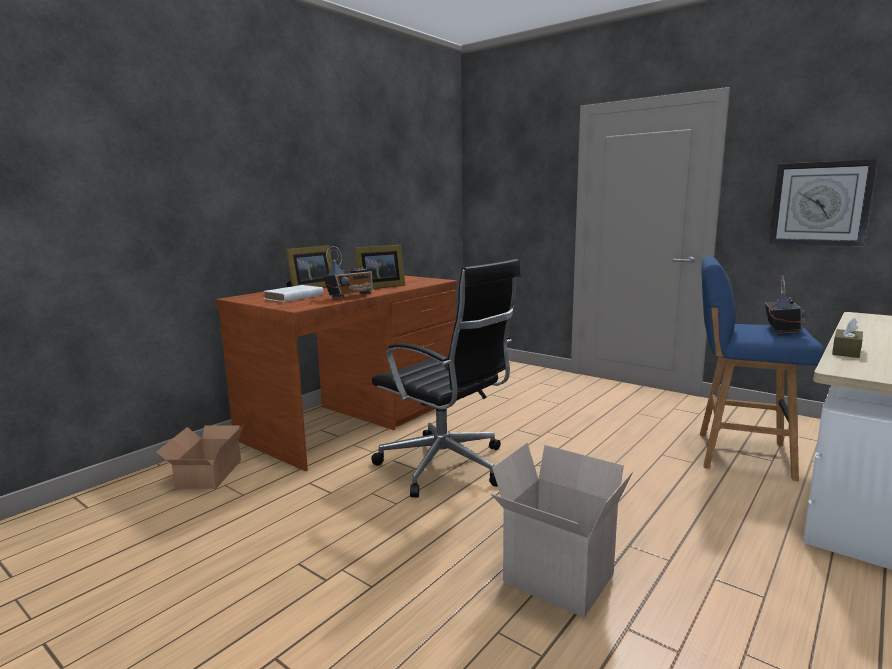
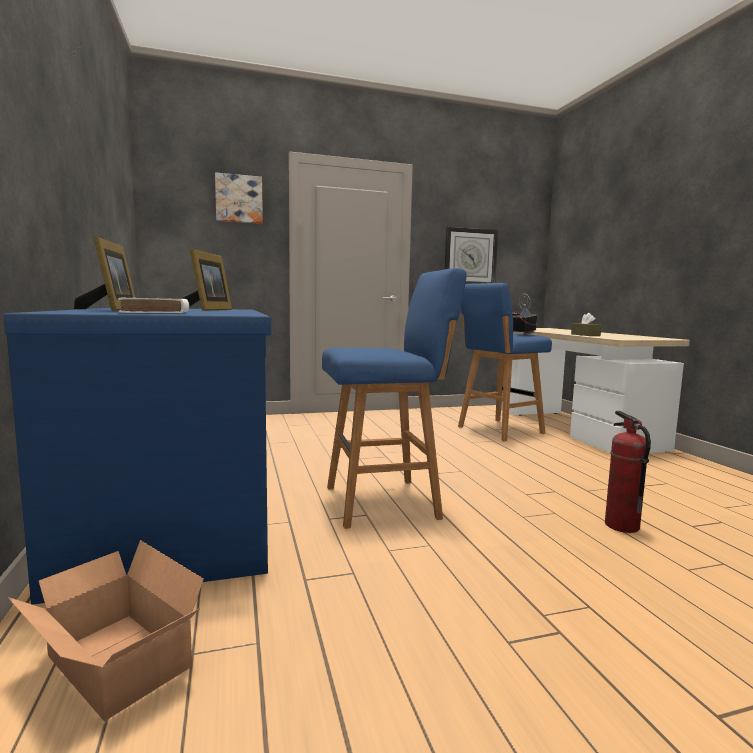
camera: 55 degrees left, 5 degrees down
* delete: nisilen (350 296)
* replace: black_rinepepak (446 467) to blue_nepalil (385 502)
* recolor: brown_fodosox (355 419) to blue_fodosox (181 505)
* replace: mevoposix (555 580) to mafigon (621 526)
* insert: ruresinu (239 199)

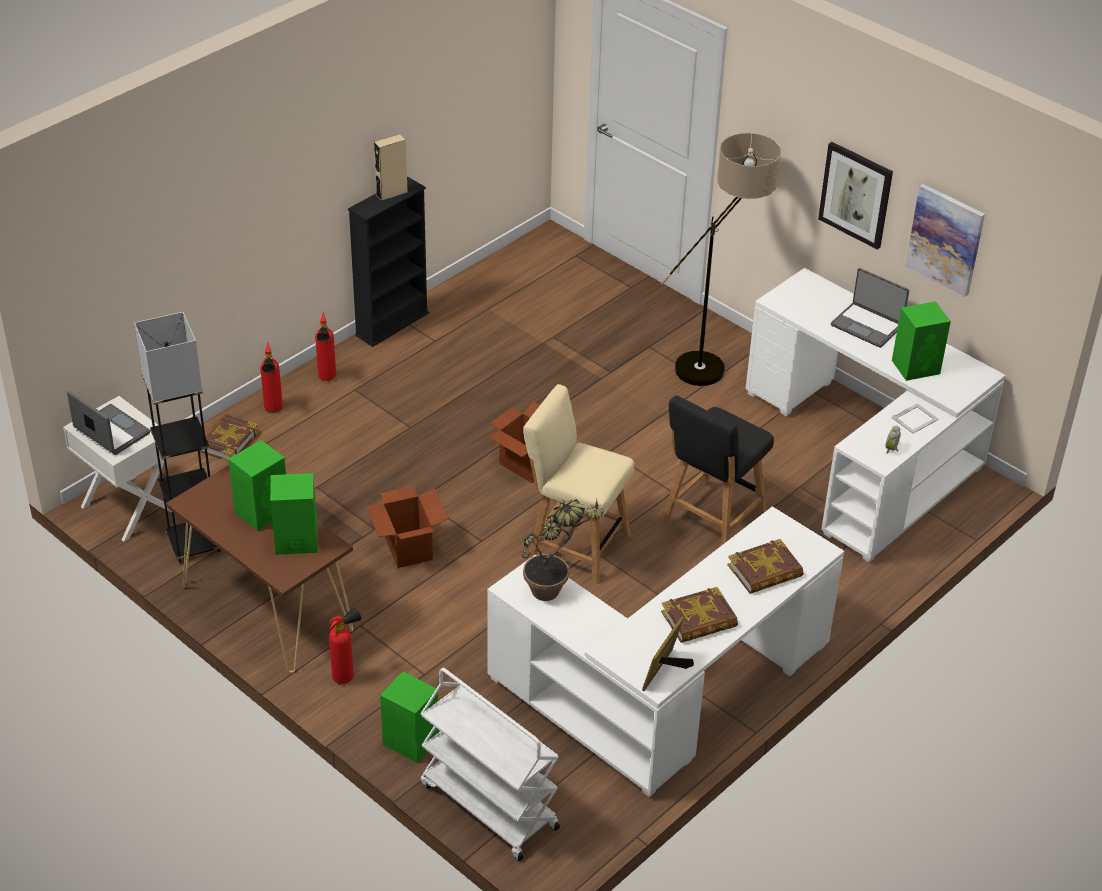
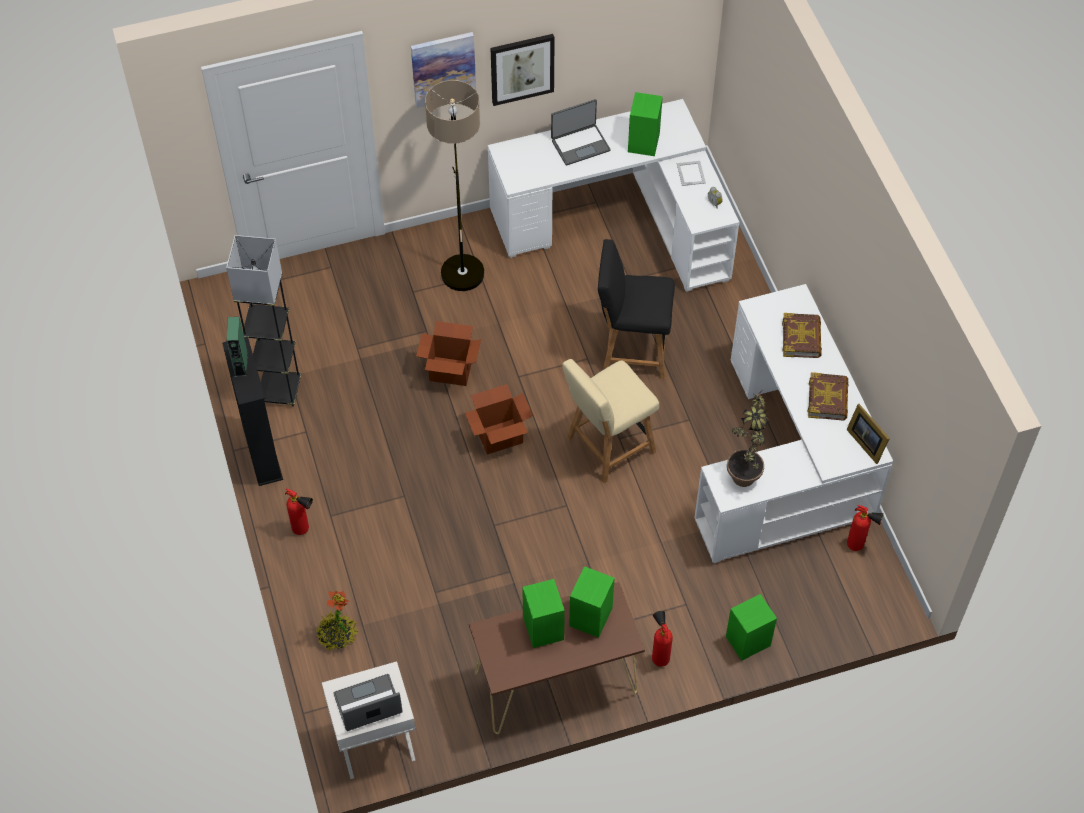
camera: 60 degrees left, 15 degrees up
* recolor: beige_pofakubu (391 194) to green_pofakubu (241 364)
* move: ruresinu (945 239) to (443 68)
* move: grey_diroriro (194 543) to (279 390)
* move: mafigon (273 411) to (859 546)
* rotate: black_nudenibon (711 520) = (631 350) 120 degrees clockwise
* replace: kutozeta (227 441) to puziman (337 635)
* move: mevoposix (408 548) to (450 371)
* delete: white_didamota (488 806)

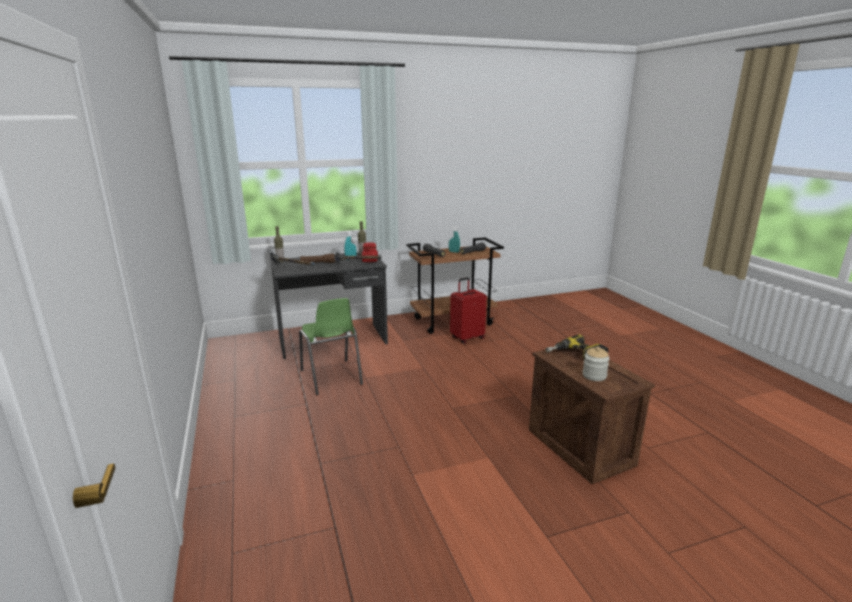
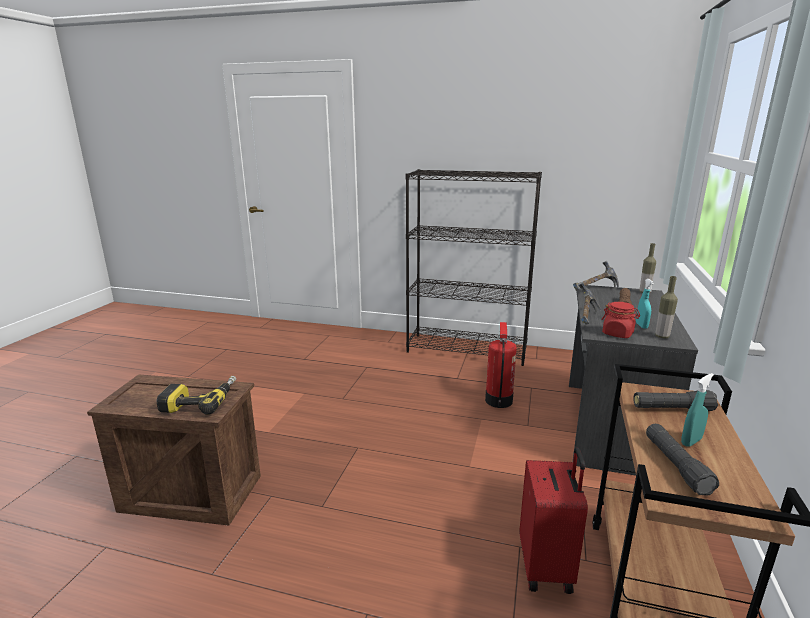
camera: 125 degrees right, 0 degrees up
* replace: green_nudenibon (331 377) to mafigon (498 400)
* delete: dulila (594 376)
* insert: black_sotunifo (467 349)

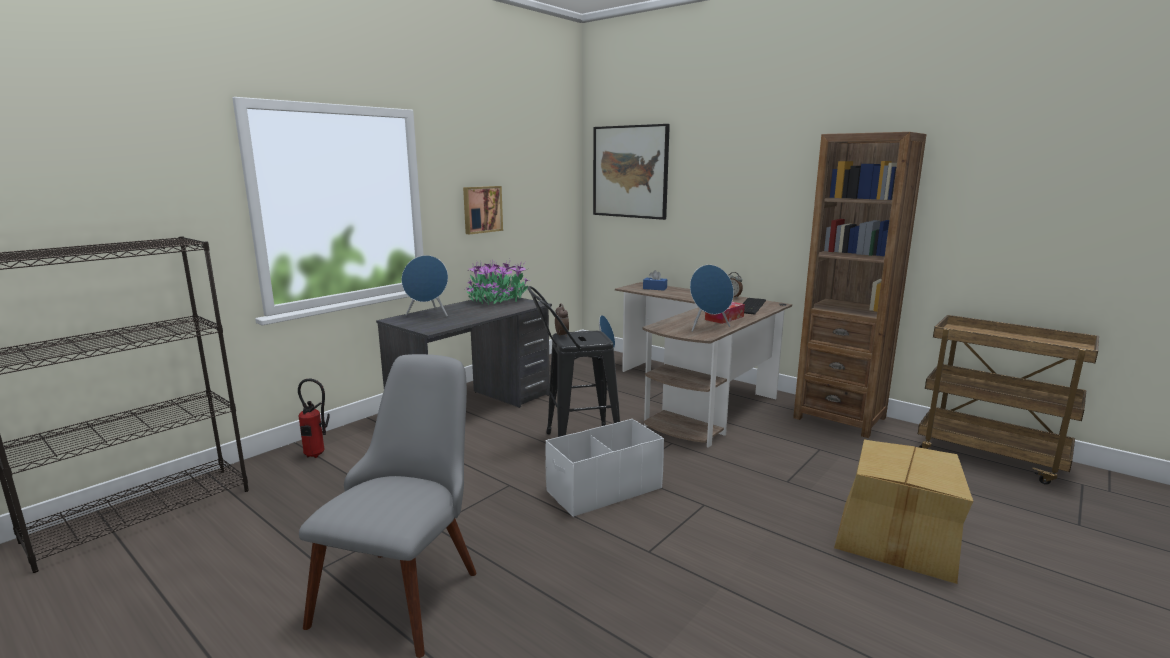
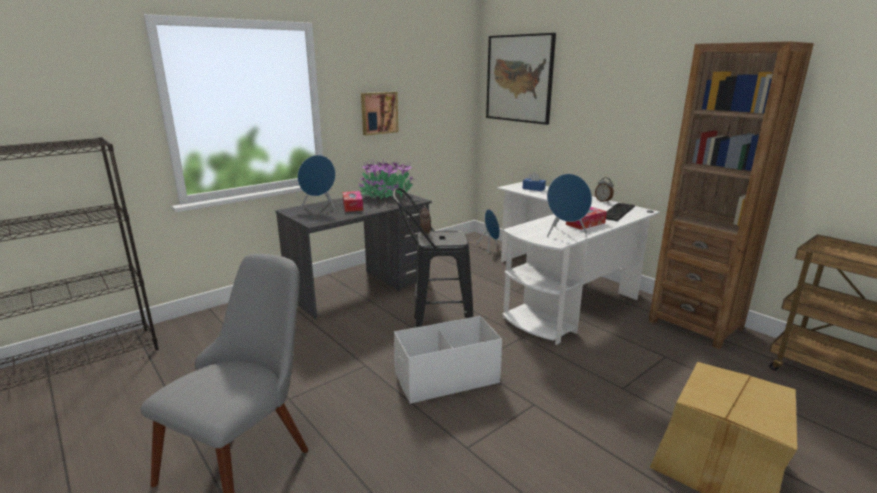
camera: 10 degrees right, 5 degrees up
* recolor: brown_fodosox (697 396) to white_fodosox (562 291)
* delete: mafigon (317 455)
* insert: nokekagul (352 206)

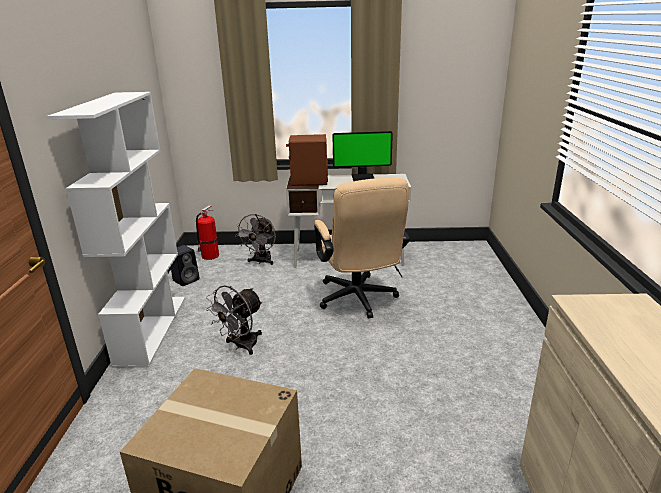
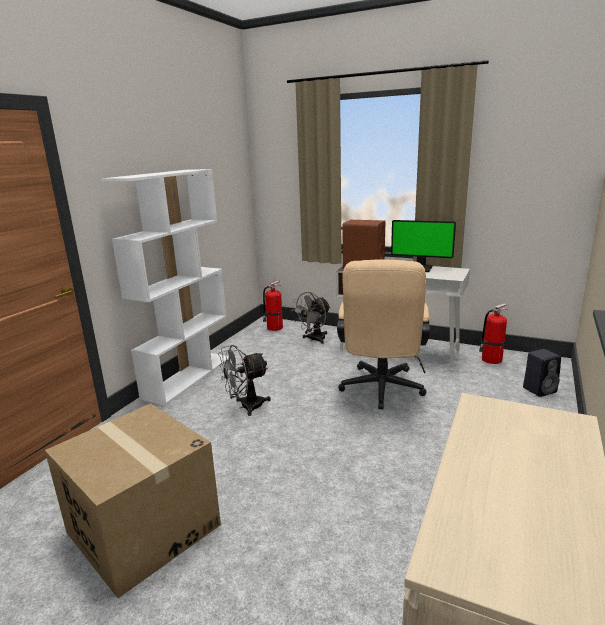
camera: 25 degrees right, 5 degrees down
* move: black_pofakubu (186 280) to (540 389)
* insert: mafigon (490 359)

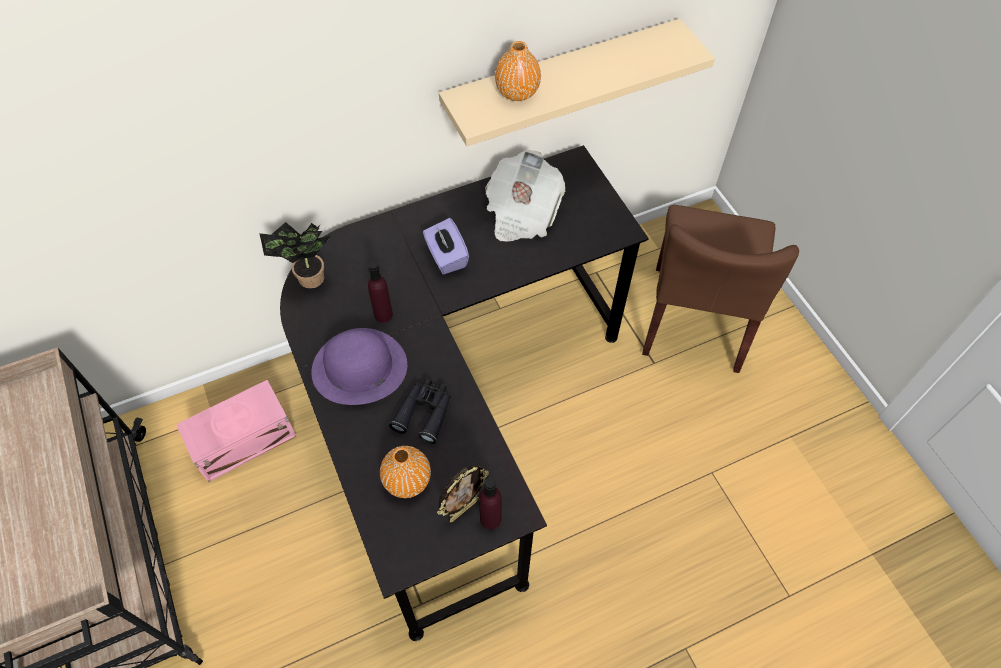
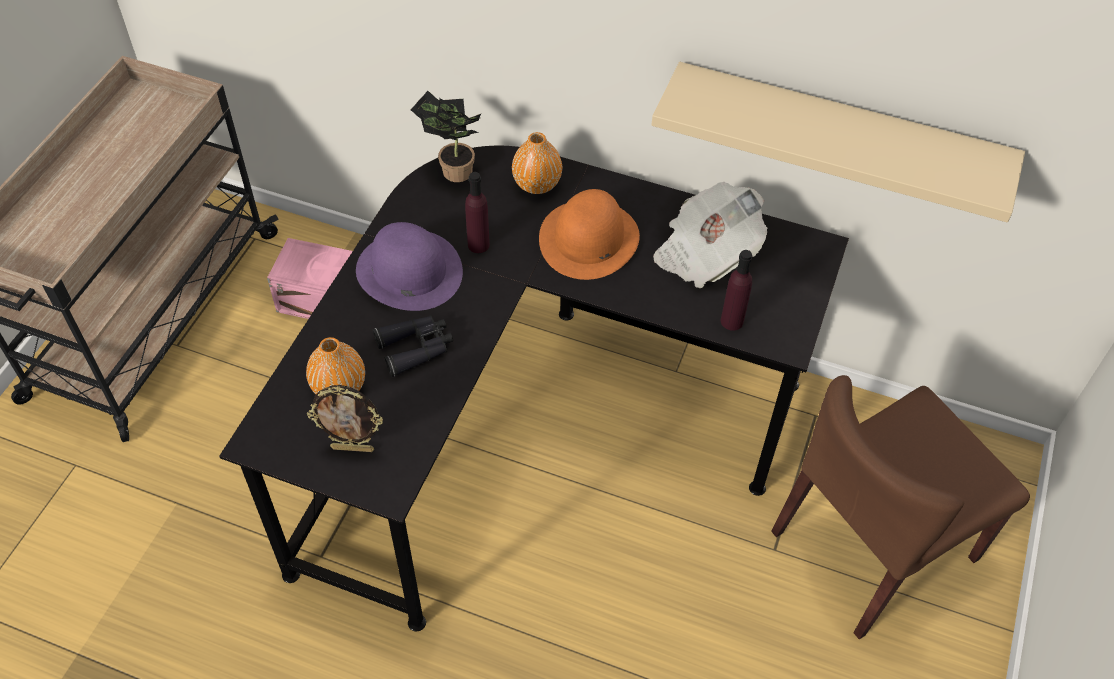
camera: 45 degrees right, 5 degrees down
* move: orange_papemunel (517 92) to (537 184)
* replace: purple_nokekagul (446 257) to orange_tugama (589 239)
* move: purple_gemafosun (490 518) to (732 321)

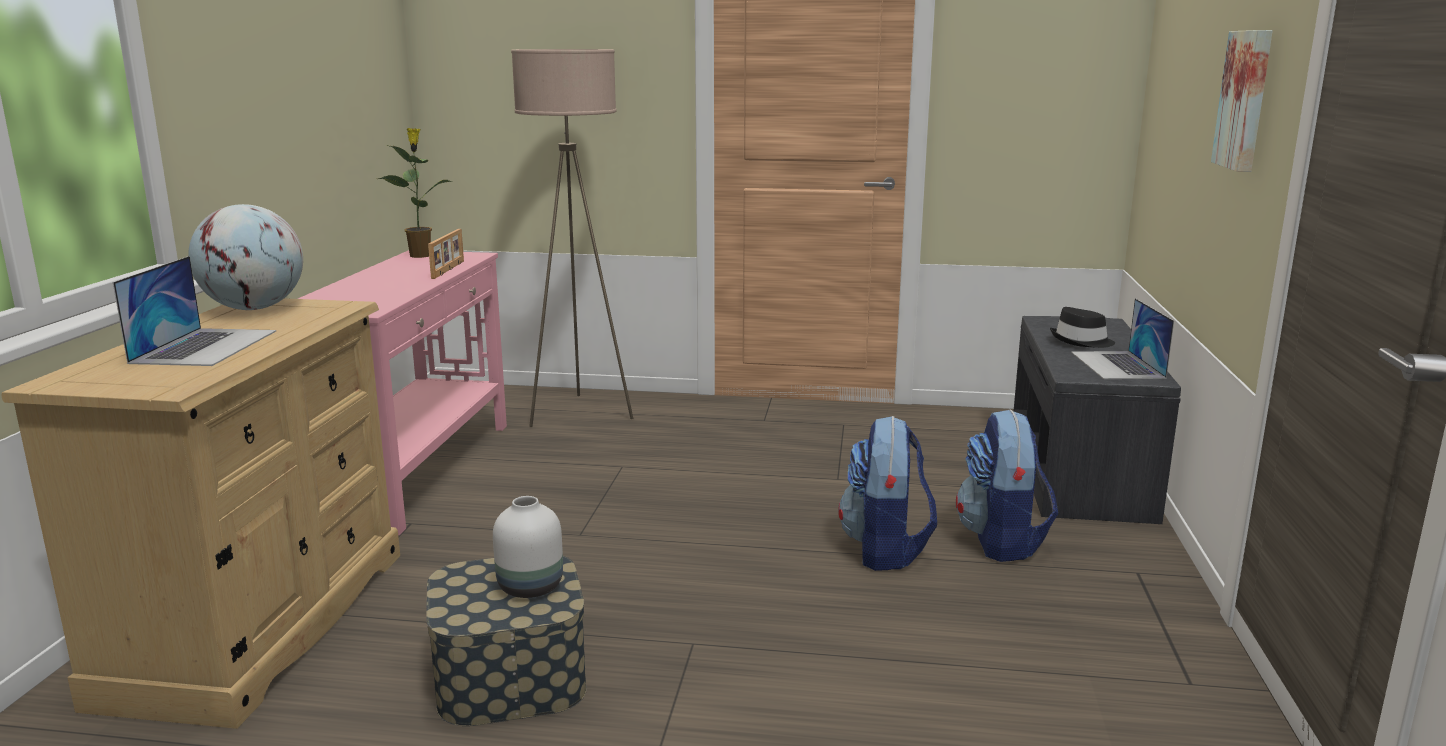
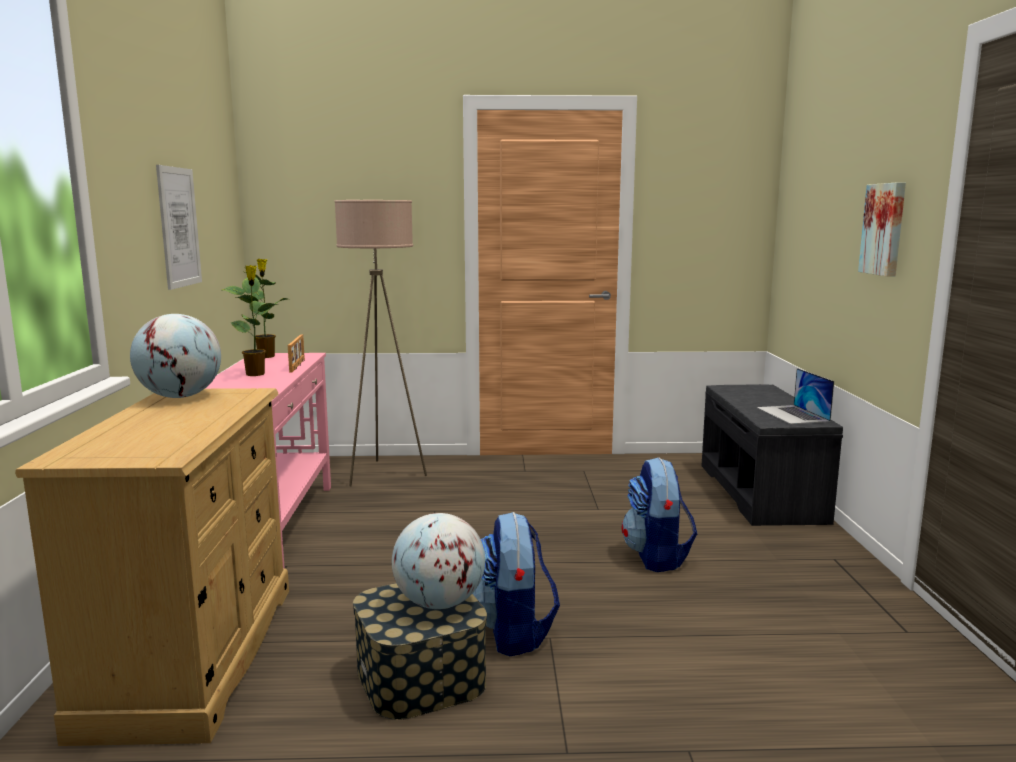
camera: 10 degrees left, 5 degrees down
* delete: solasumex (205 346)
* delete: black_tugama (1081 341)
* move: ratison (1002 541) to (514 633)
* replace: white_papemunel (531 588) to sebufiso (439 603)
* insert: ruresinu (179 227)
* insert: puziman (256 374)

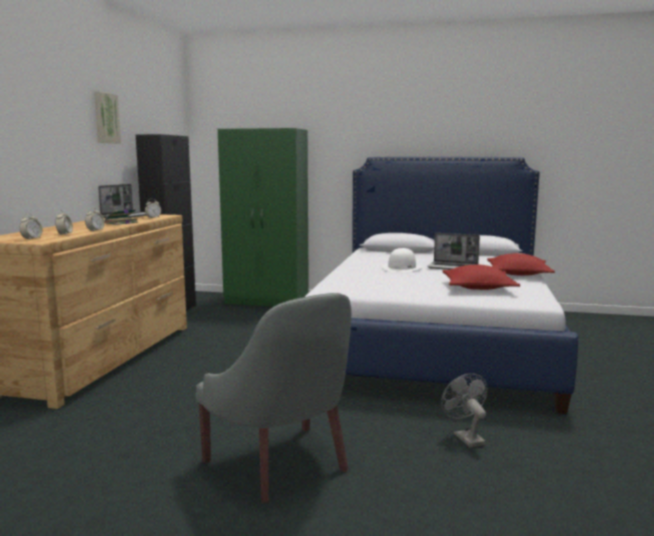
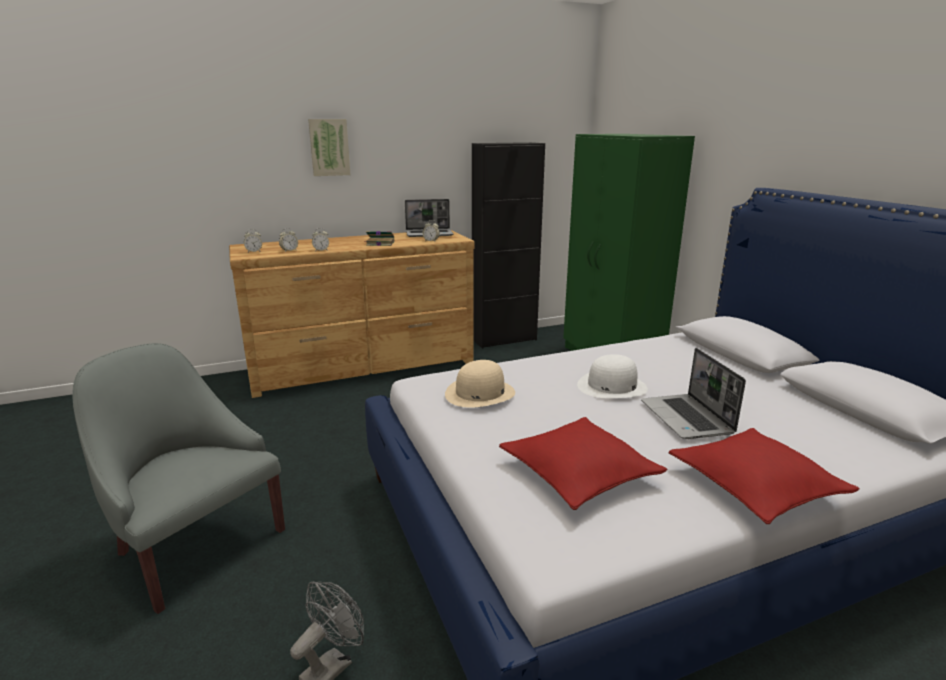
camera: 55 degrees right, 10 degrees up
* move: ruresinu (105 118) to (329 147)
* rotate: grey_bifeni (282 464) = (195 544) 105 degrees clockwise
* insert: beige_tugama (480 393)

